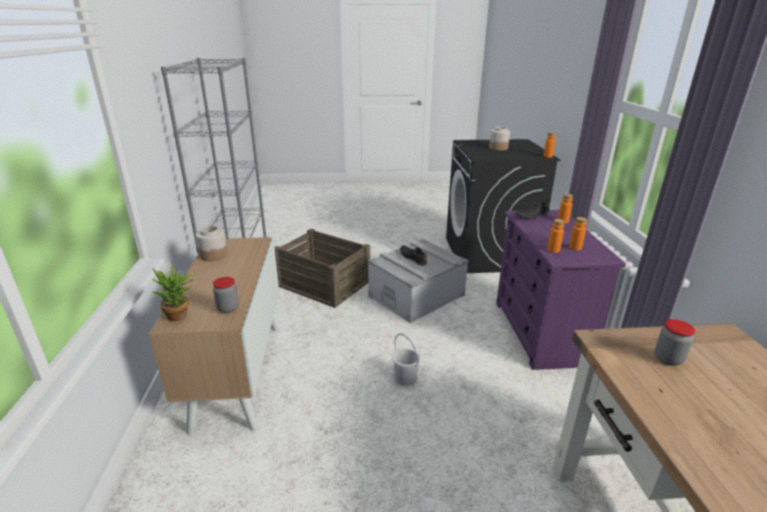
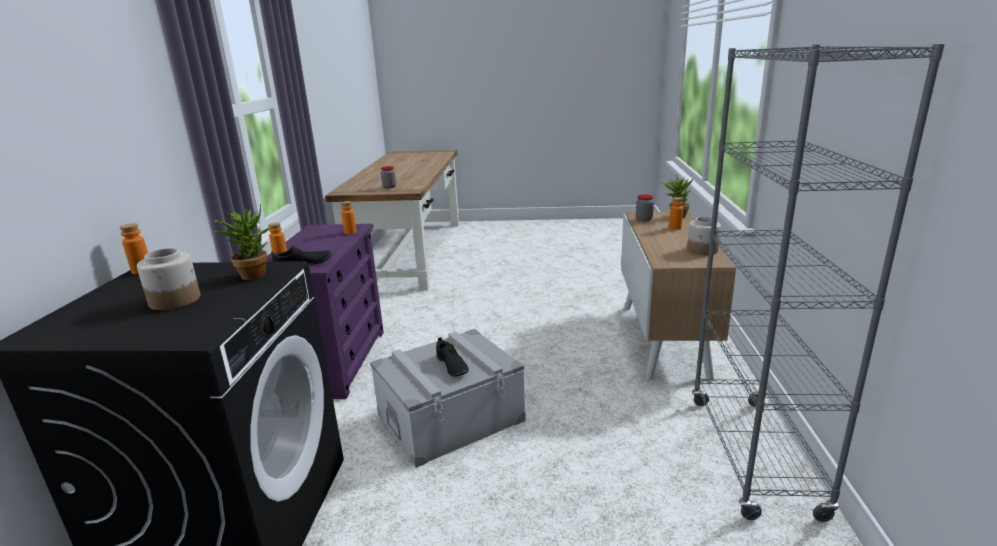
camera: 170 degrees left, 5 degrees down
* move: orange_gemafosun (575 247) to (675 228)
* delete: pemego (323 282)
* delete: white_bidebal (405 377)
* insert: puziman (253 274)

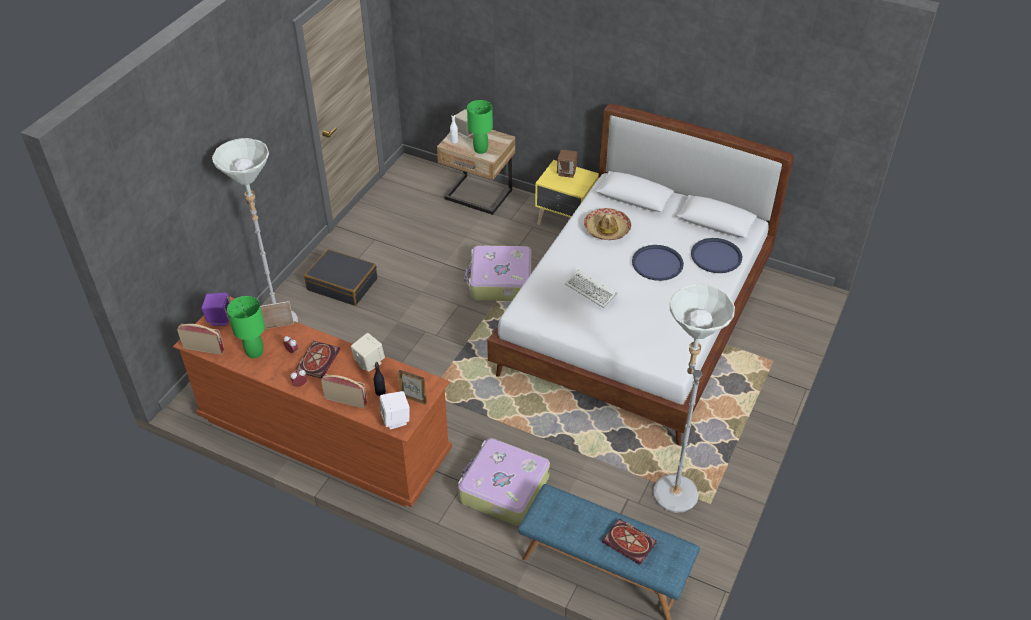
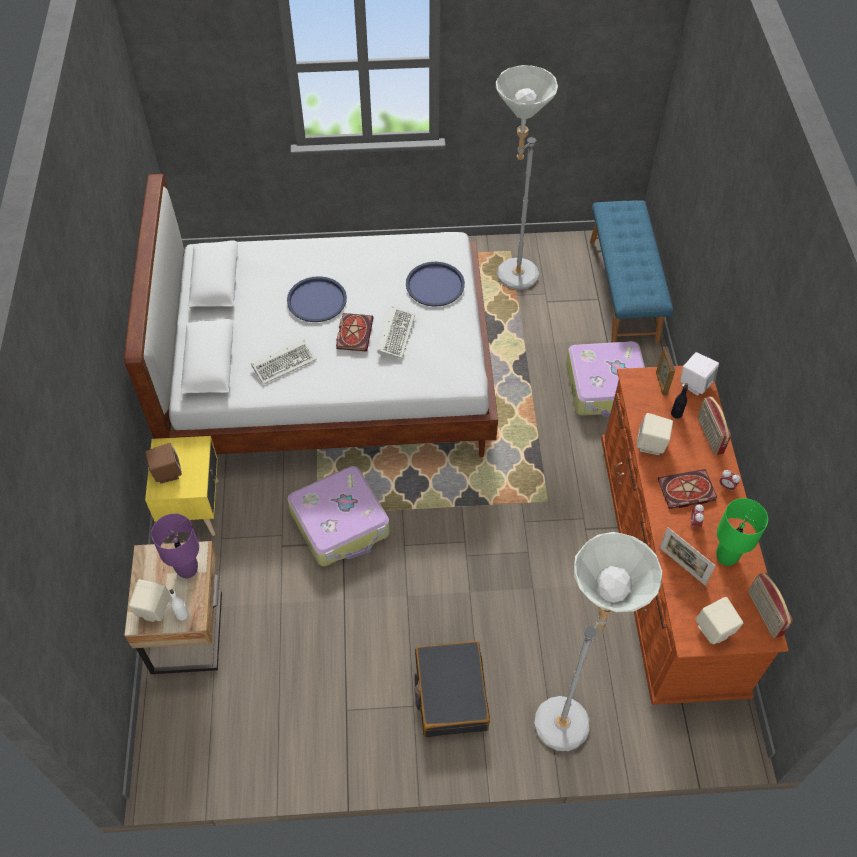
camera: 120 degrees left, 10 degrees up
* recolor: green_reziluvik (480 150) to purple_reziluvik (188 570)
* replace: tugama (606 229) to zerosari (285 362)
* move: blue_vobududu (716 256) to (435 285)
* recolor: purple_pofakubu (220 319) to beige_pofakubu (714 630)
* move: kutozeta (630 543) to (354 332)

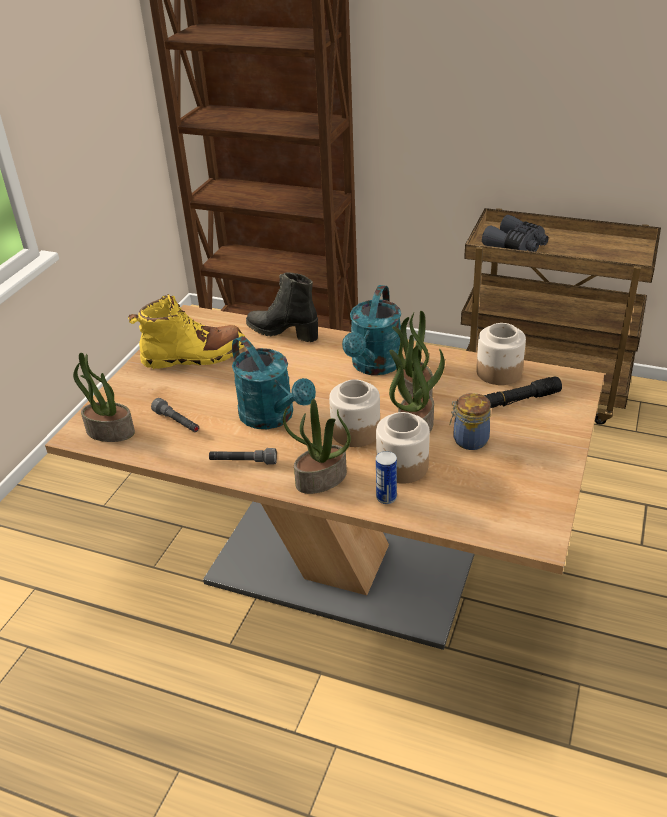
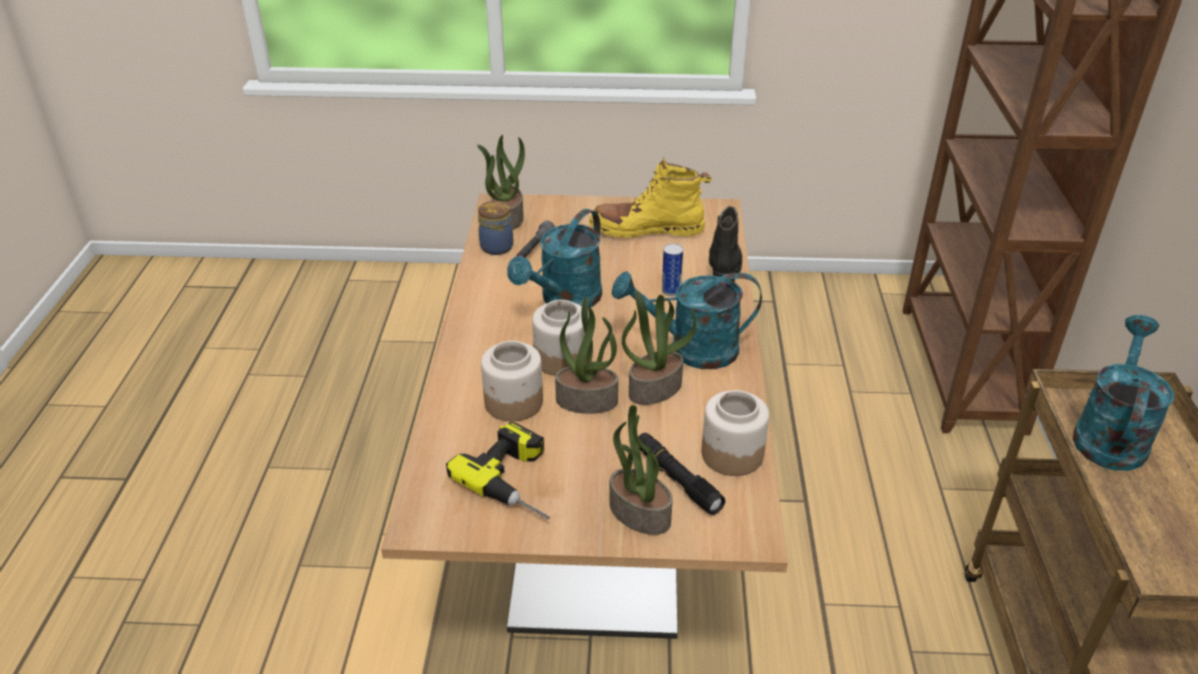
camera: 70 degrees right, 0 degrees up
* replace: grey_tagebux (516 245) to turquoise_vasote (1110 434)
* rotate: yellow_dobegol (194 356) = (647 229) 120 degrees clockwise
* move: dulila (469 440) to (497 246)
* move: puziman (321 480) to (638 513)
* delete: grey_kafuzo (243 462)
* move: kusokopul (386 497) to (671 291)
* insert: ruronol (520 480)

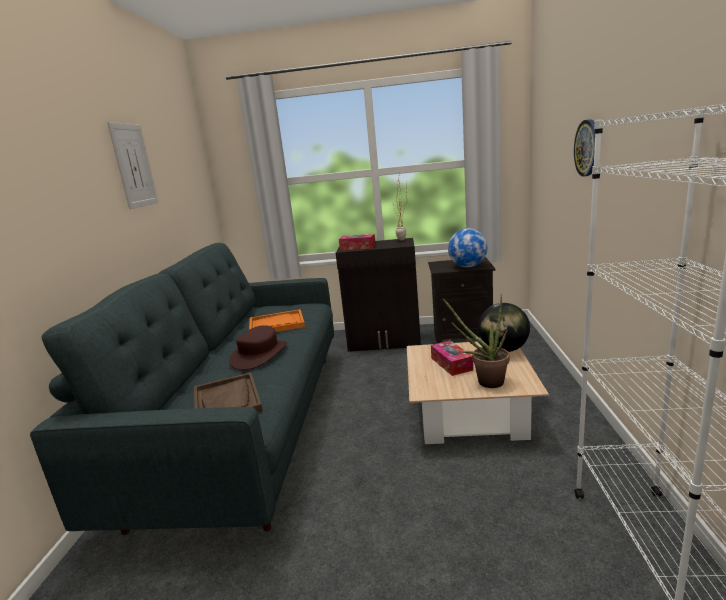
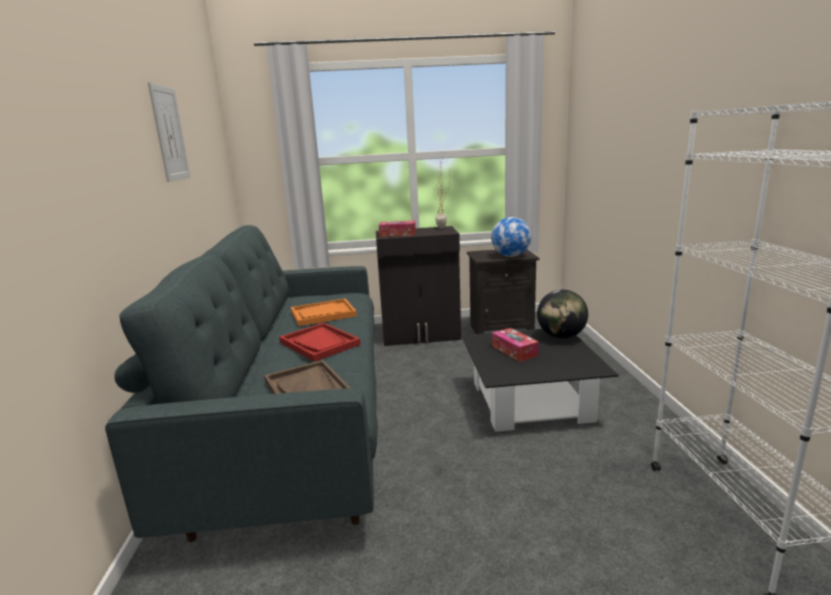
camera: 10 degrees left, 0 degrees up
* delete: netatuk (588 148)
* delete: puziman (484 382)
* replace: brown_tugama (259 354) to red_vobududu (320 343)
* recolor: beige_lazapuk (469 414) to black_lazapuk (530 401)

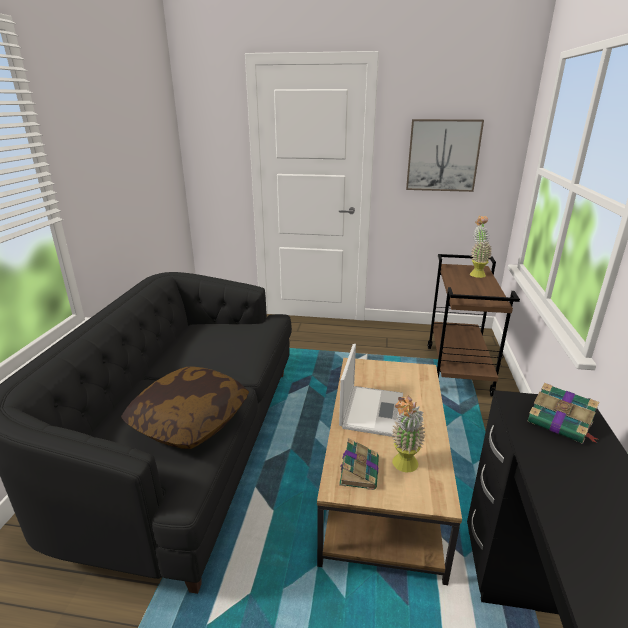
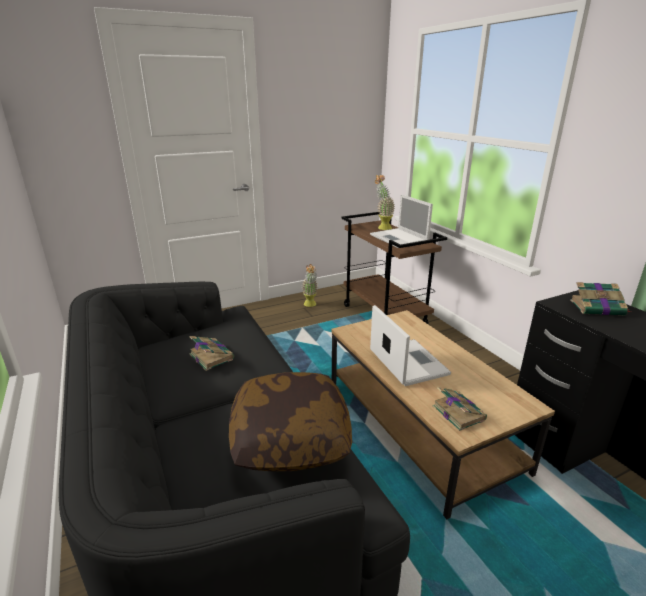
camera: 35 degrees left, 0 degrees up
* delete: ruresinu (443 155)
* move: puziman (403 468) to (310 305)
* insert: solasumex (399 238)
* insert: kutozeta (211 356)

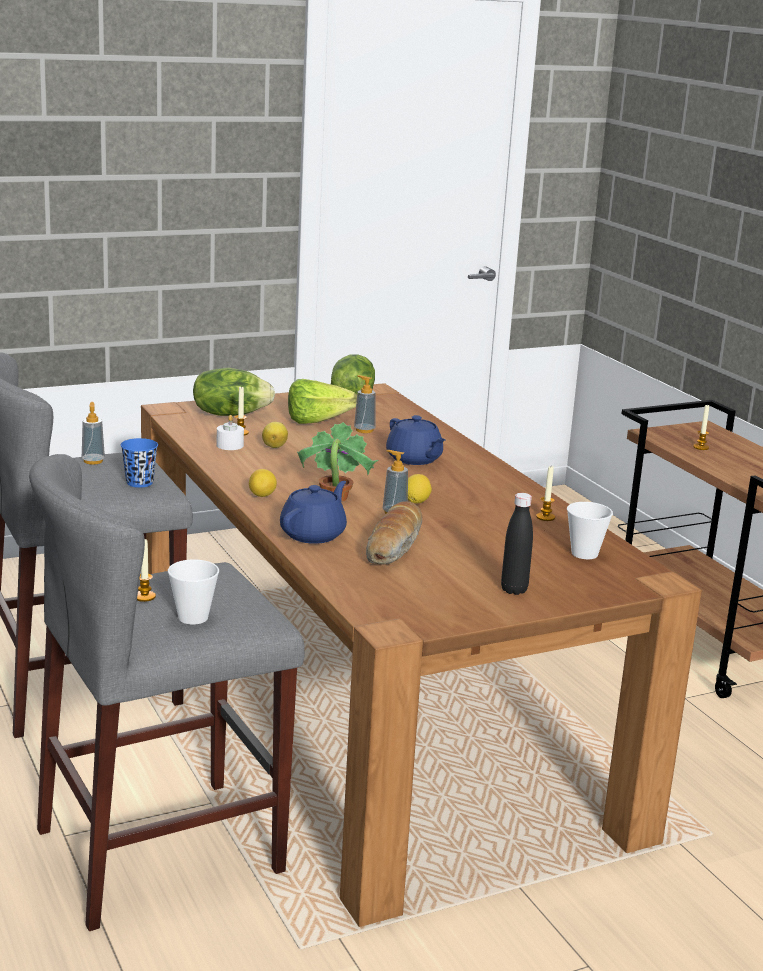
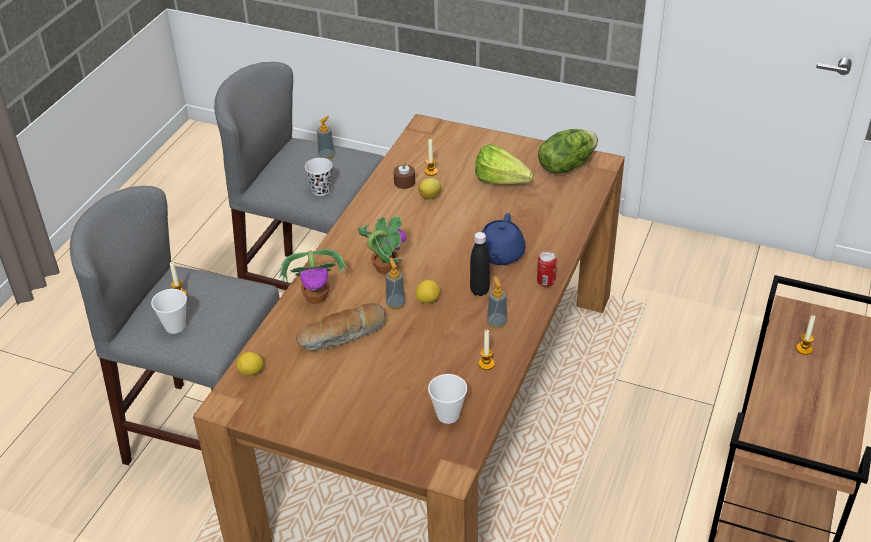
camera: 50 degrees right, 20 degrees up
* delete: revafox (230 414)
* move: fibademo (364 430) to (497 322)
* recolor: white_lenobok (230 445) to brown_lenobok (404 182)
* recolor: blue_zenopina (139 483) to white_zenopina (321 190)
* move: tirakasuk (262 496) to (251 372)
* replace: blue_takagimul (314 534) to puziman (317 297)
* move: black_gemafosun (514 590) to (479 291)
* insert: kusokopul (546 282)

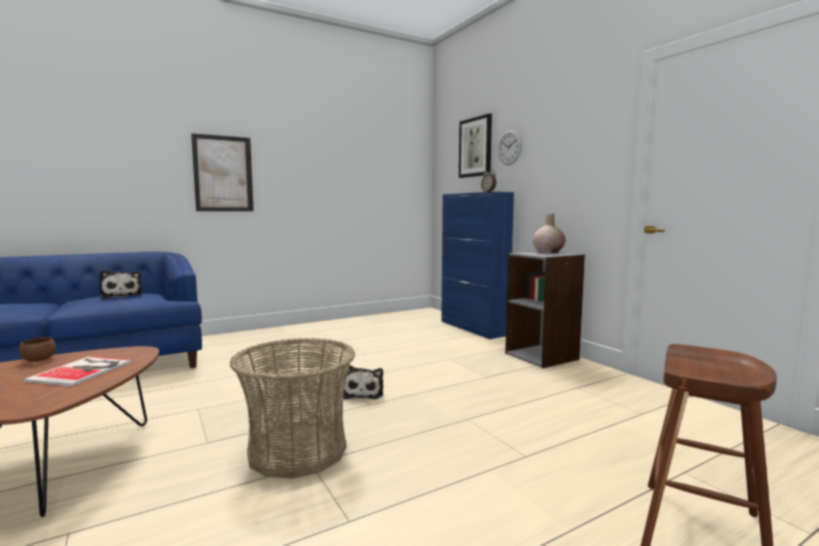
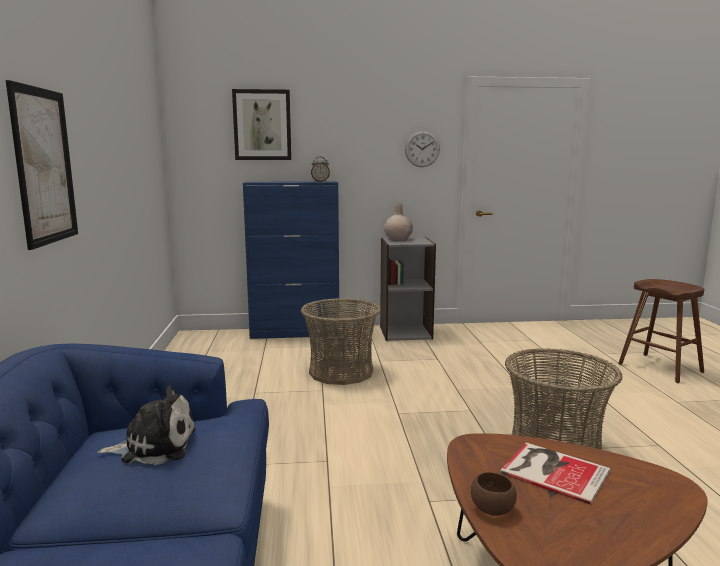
camera: 65 degrees left, 5 degrees up
* move: netatuk (509 147) to (422 149)
* delete: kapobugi (363 393)
* insert: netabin (341 372)

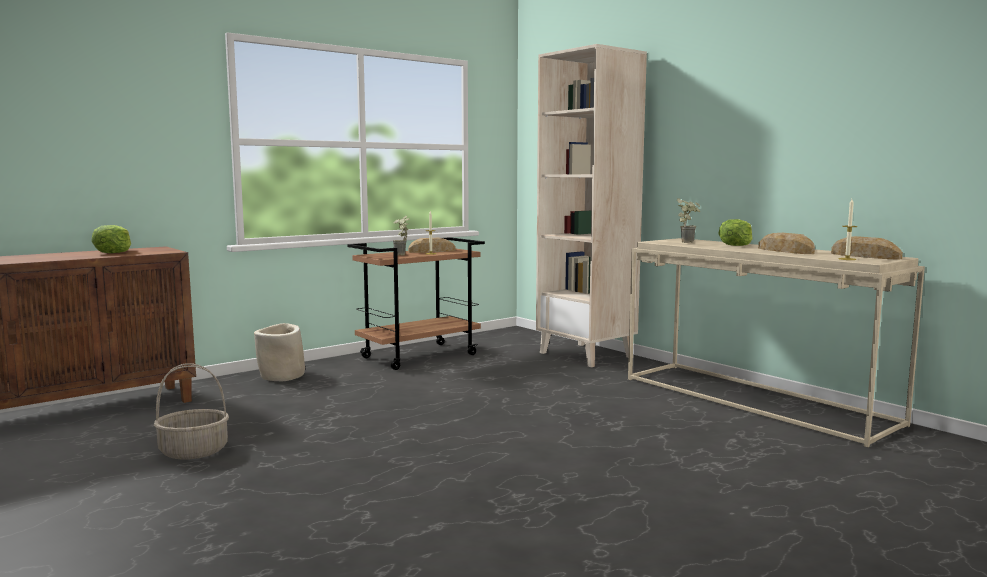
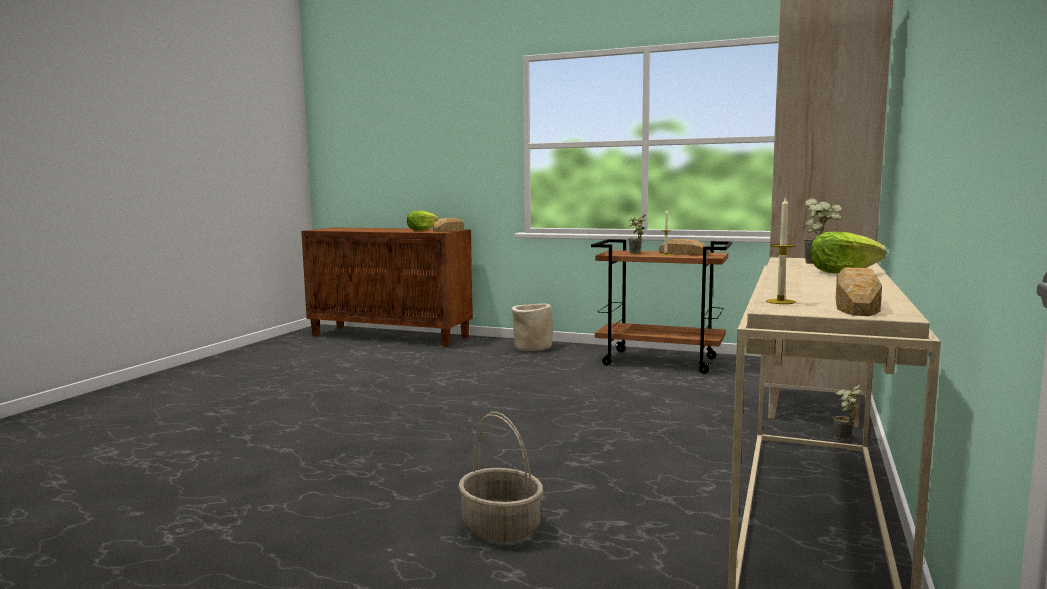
camera: 60 degrees right, 0 degrees up
* move: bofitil (785 251) to (449 230)
* move: netabin (194 451) to (502 527)
* insert: puziman (845 441)

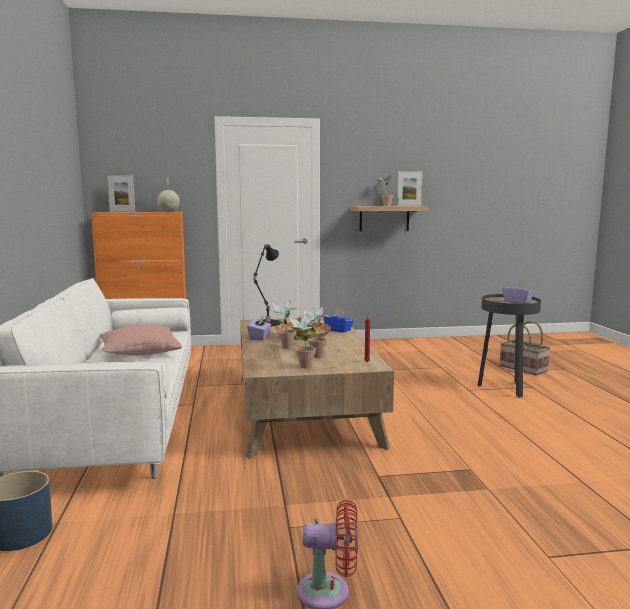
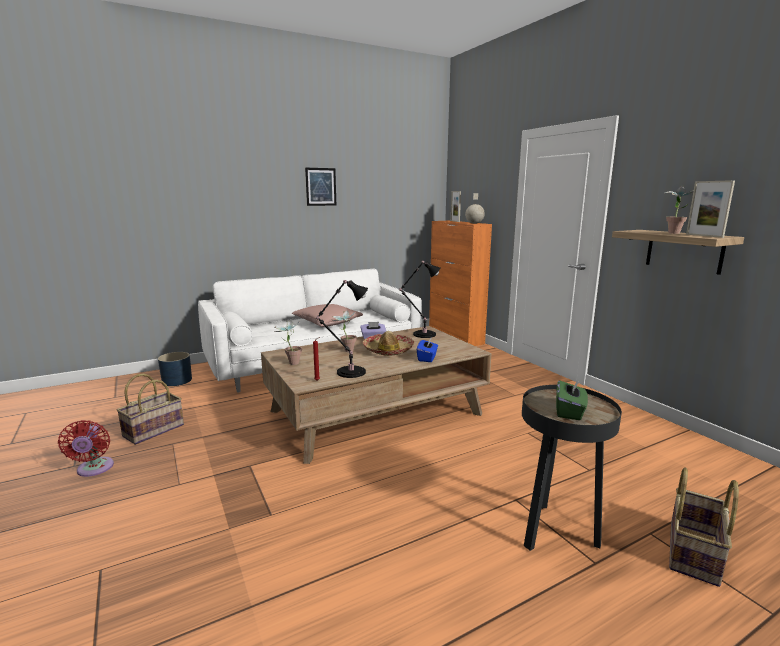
camera: 70 degrees right, 5 degrees up
* recolor: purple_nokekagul (517 302) to green_nokekagul (569 411)
* delete: puziman (314 357)
* insert: ruresinu (321 187)
* insert: black_reziluvik (348 372)
* insert: netabin (153 430)

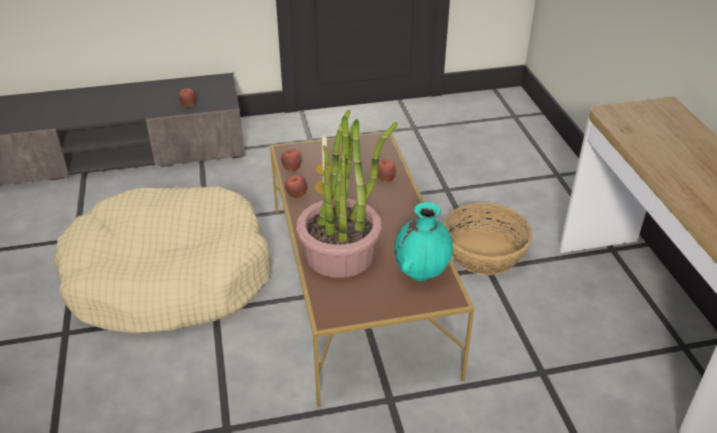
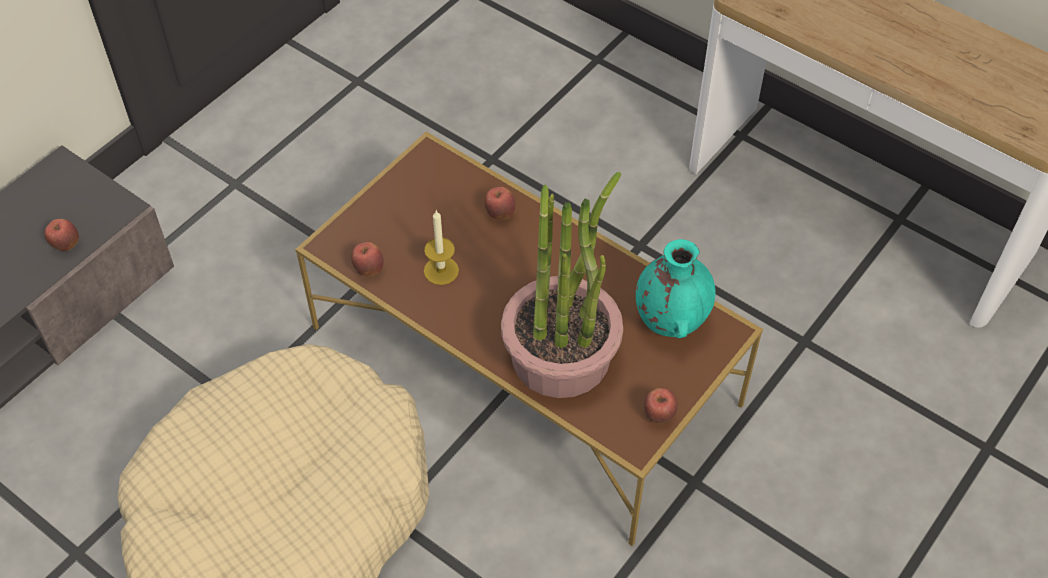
camera: 40 degrees left, 15 degrees up
* move: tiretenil (296 195) to (659 415)
* delete: netabin (484 253)

